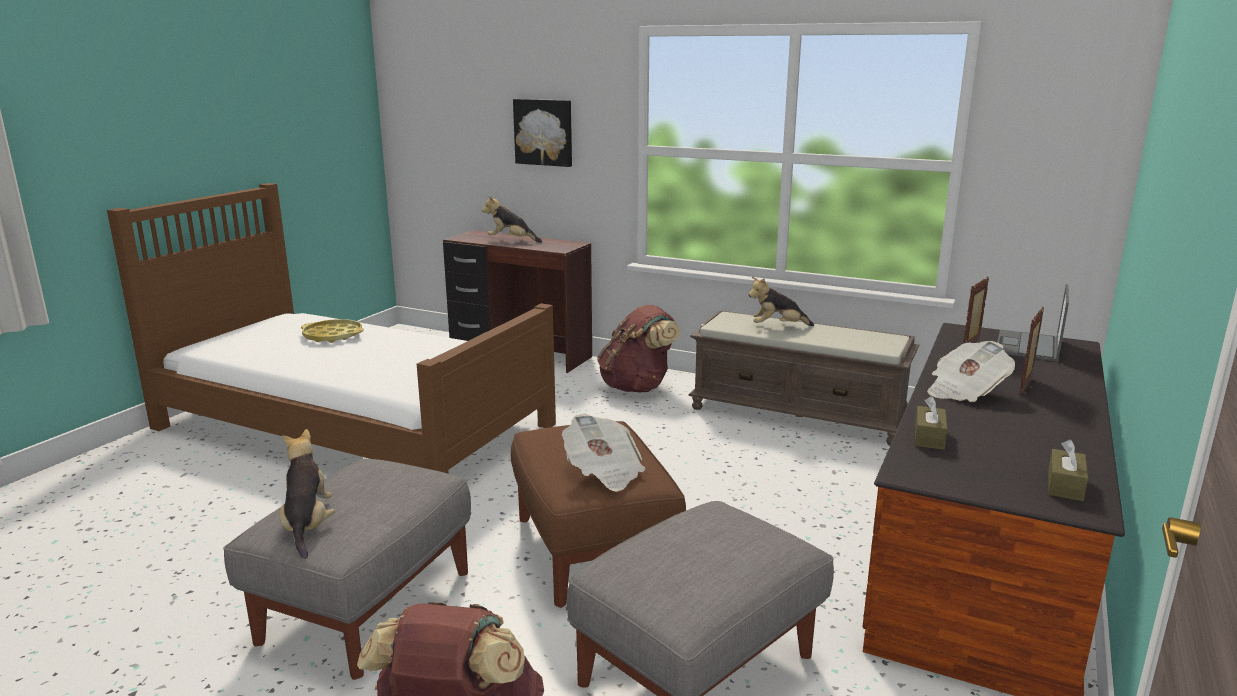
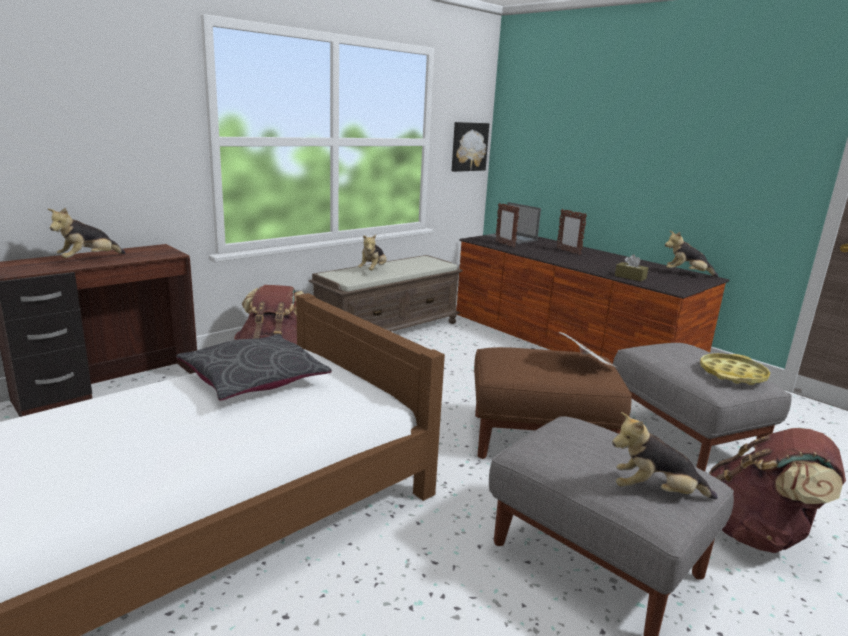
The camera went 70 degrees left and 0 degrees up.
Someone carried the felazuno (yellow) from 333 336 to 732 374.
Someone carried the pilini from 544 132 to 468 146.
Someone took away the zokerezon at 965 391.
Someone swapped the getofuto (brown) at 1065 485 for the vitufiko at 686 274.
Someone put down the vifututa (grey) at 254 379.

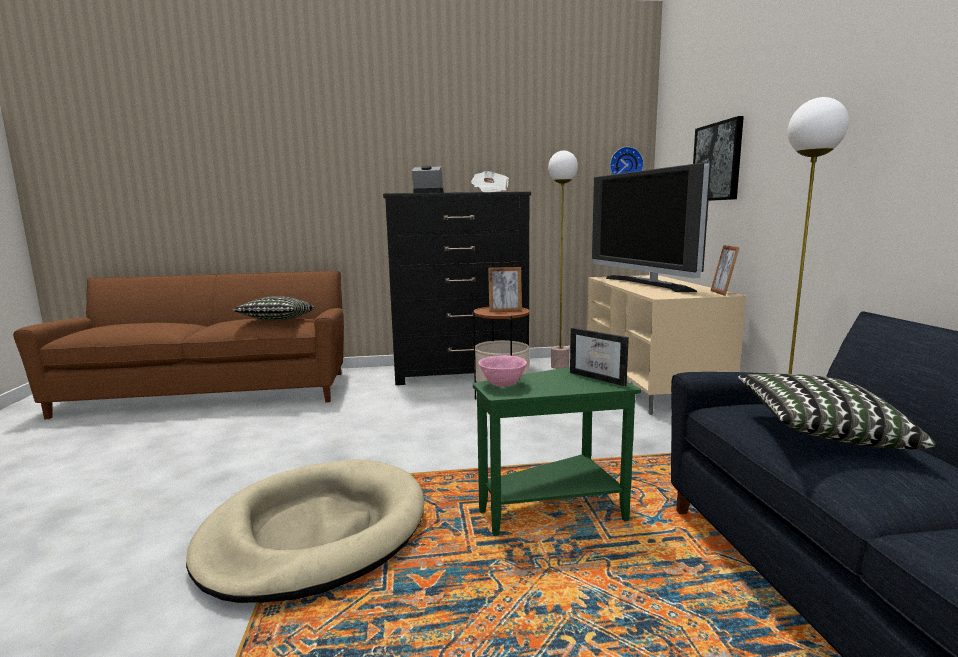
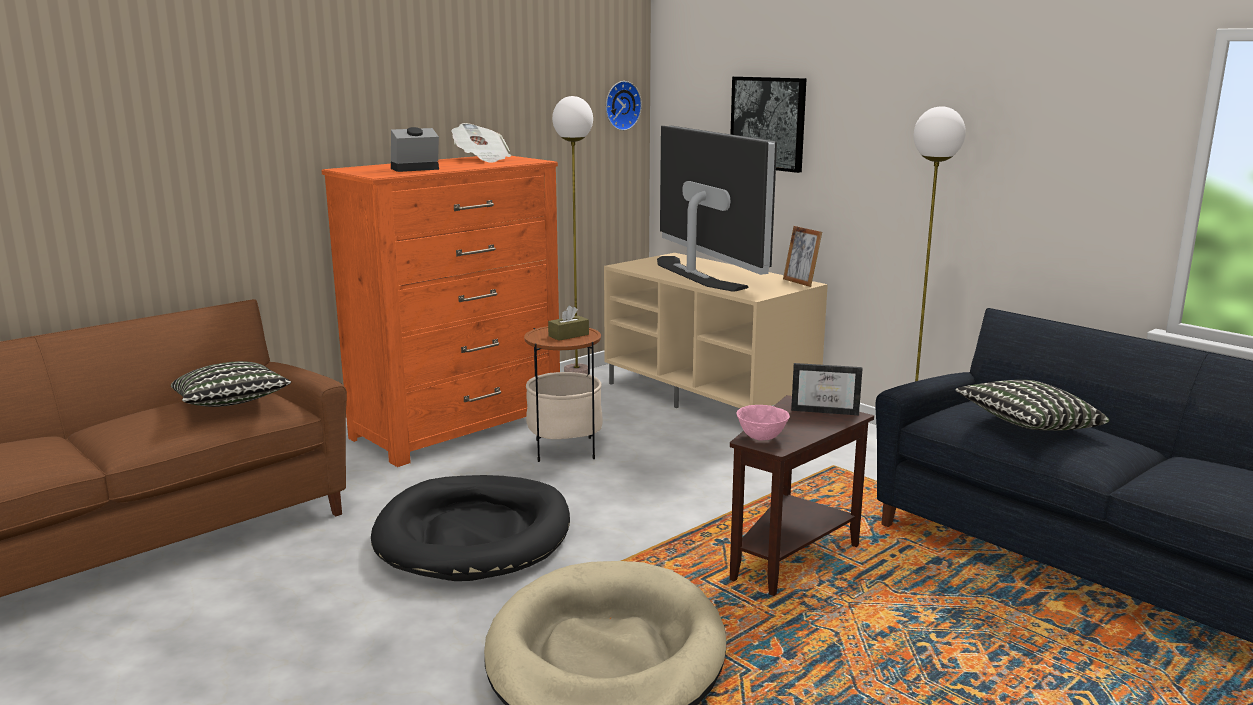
The camera went 35 degrees left and 5 degrees up.
Someone repainted the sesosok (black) at 460 372, which became the sesosok (orange) at 458 427.
Someone repainted the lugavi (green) at 555 510, which became the lugavi (brown) at 791 557.
Someone swapped the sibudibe at 505 311 for the getofuto (brown) at 568 335.
Someone rotated the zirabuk at 647 284 by 150 degrees counterclockwise.
Someone put down the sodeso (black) at 474 534.

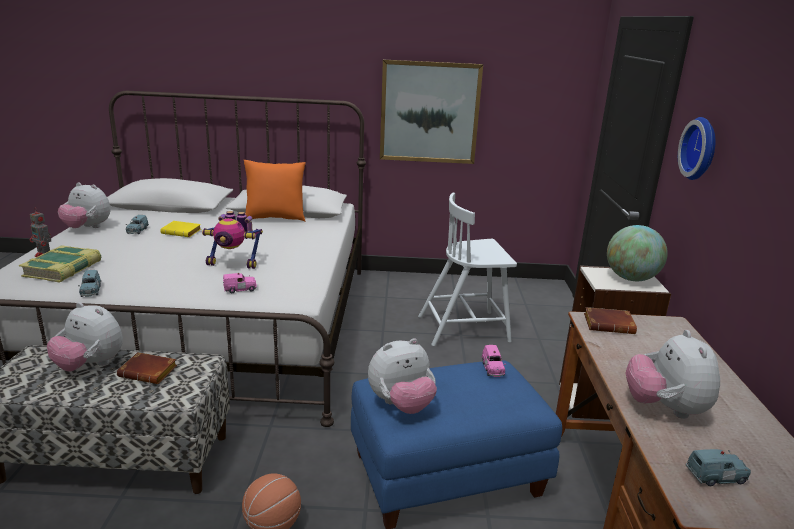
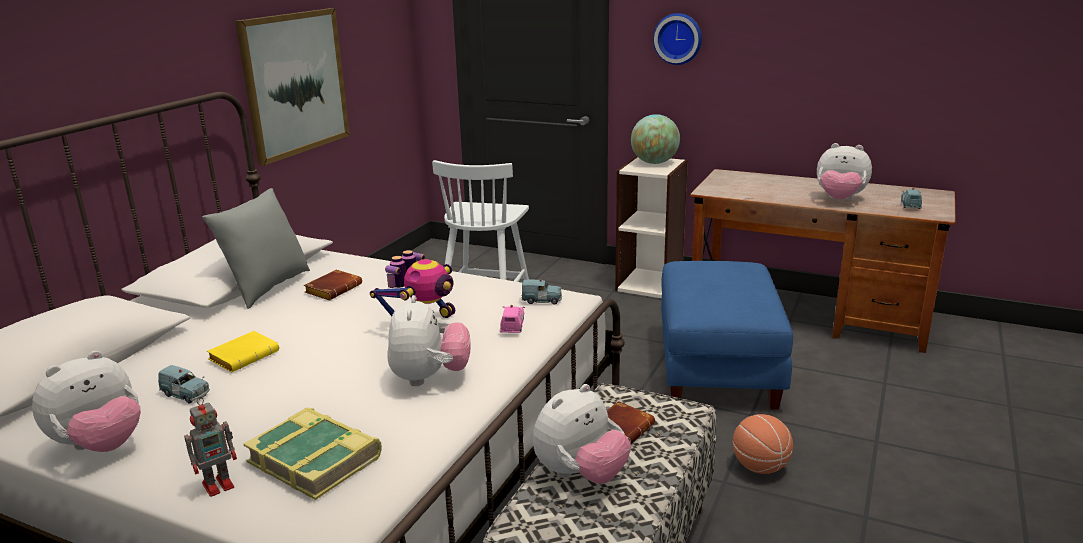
The camera went 65 degrees left and 0 degrees up.
Someone carried the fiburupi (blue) from 91 291 to 542 300.
Someone repainted the vifututa (orange) at 275 218, which became the vifututa (grey) at 267 288.
Someone carried the vitufiko from 401 405 to 430 378.
Someone took away the fiburupi (pink) at 492 369.
Someone carried the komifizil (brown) from 609 325 to 333 289.

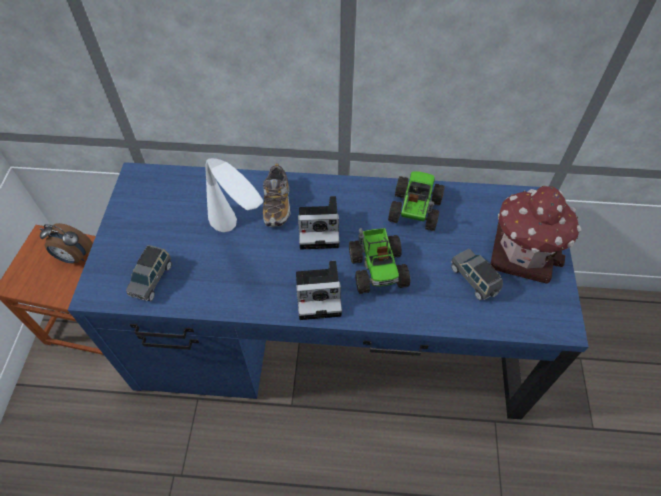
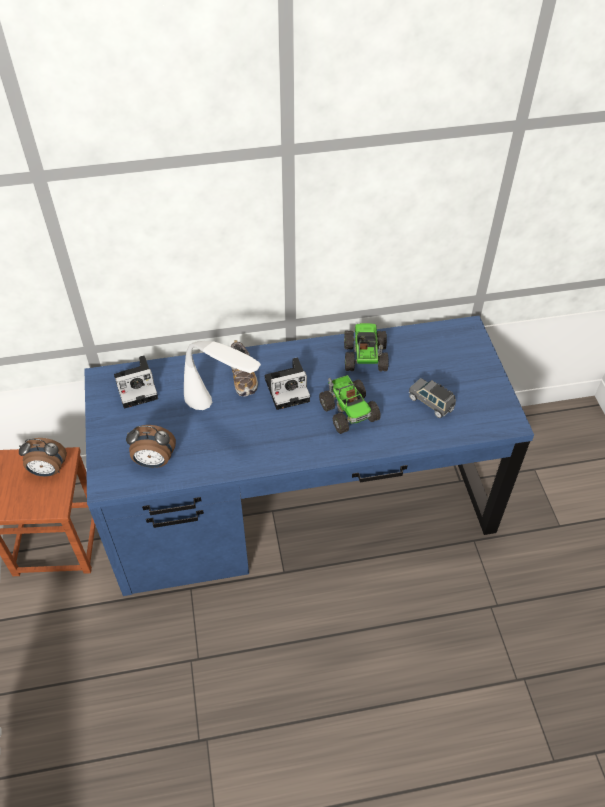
The camera went 15 degrees left and 5 degrees down.
Someone swapped the fiburupi (grey) at 152 279 for the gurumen at 154 462.
Someone carried the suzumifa from 320 294 to 138 387.
Someone took away the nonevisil at 523 251.

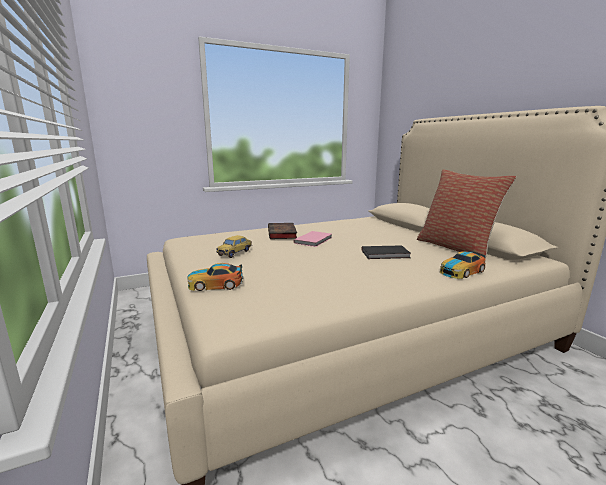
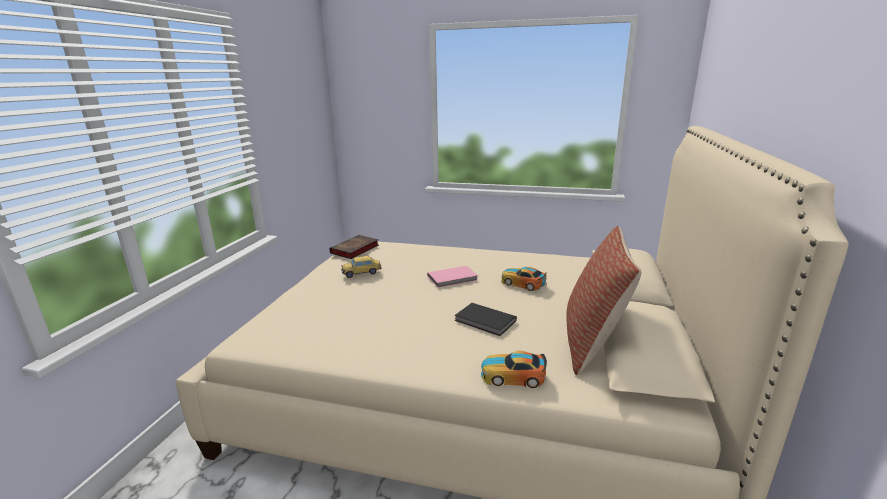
The camera went 40 degrees right and 5 degrees up.
Someone carried the fiburupi from 215 284 to 522 283.
Someone carried the komifizil from 282 234 to 354 250.

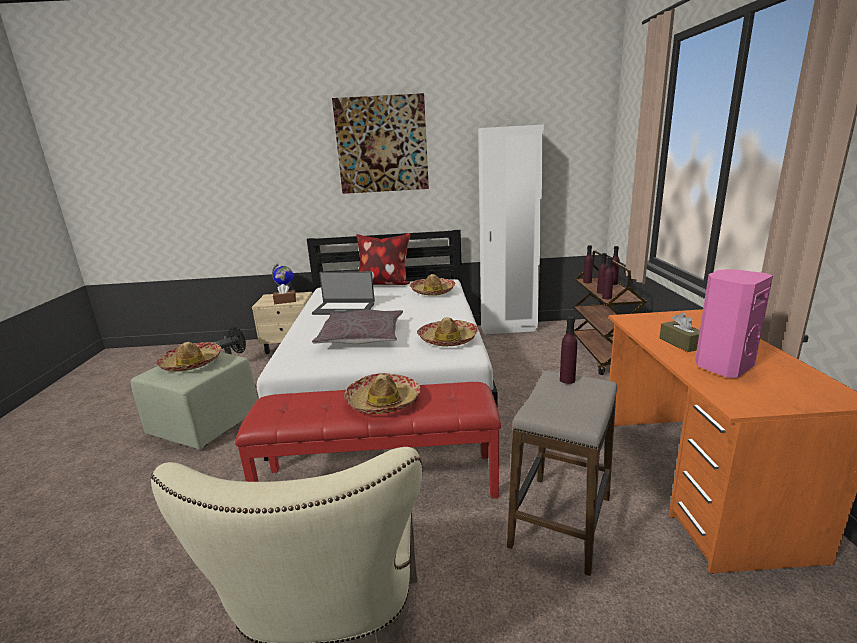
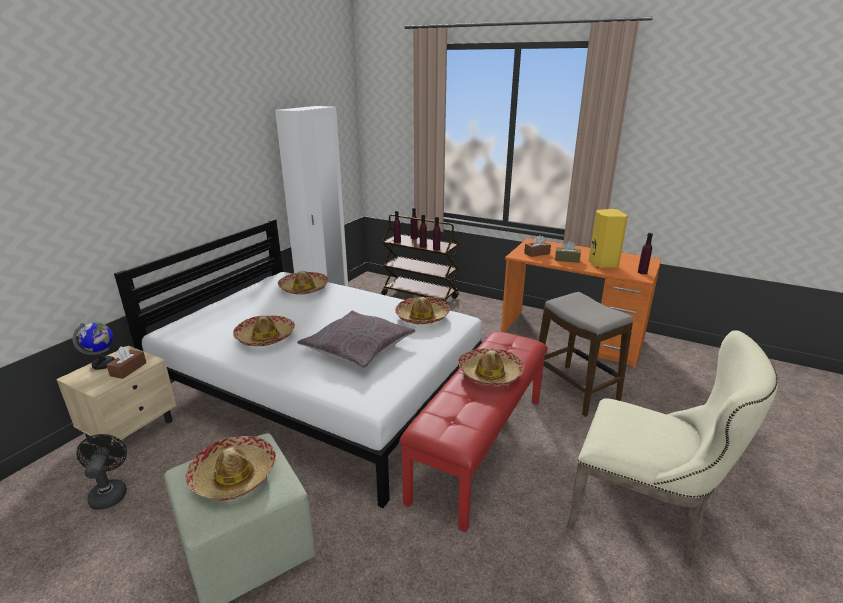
The camera went 60 degrees left and 5 degrees up.
Someone swapped the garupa at 344 309 for the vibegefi at 265 337.
Someone took away the pilini at 382 145.
Someone took away the vifututa at 384 284.
Someone carried the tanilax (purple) from 567 380 to 642 272.
Someone repainted the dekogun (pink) at 722 366, which became the dekogun (yellow) at 602 263.
Someone put down the getofuto (brown) at 537 253.

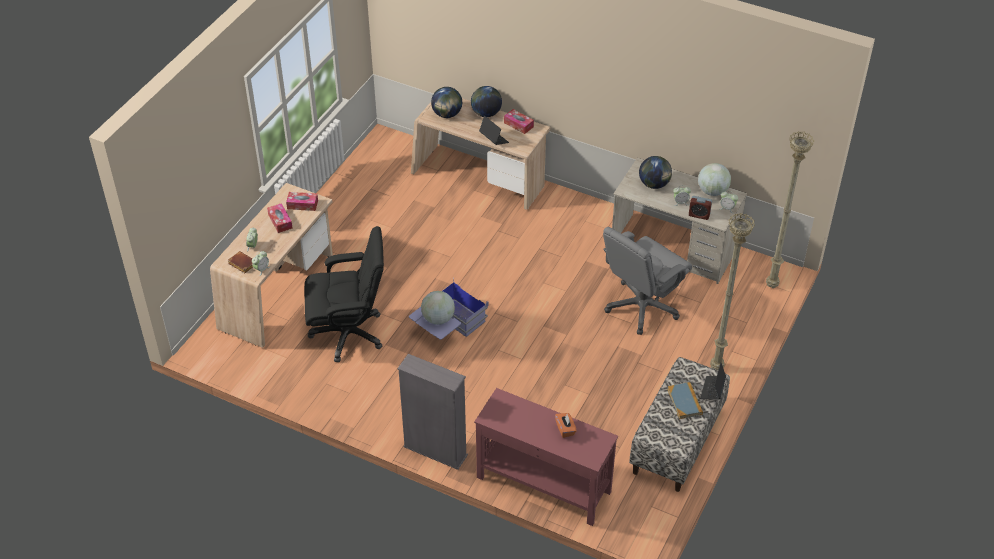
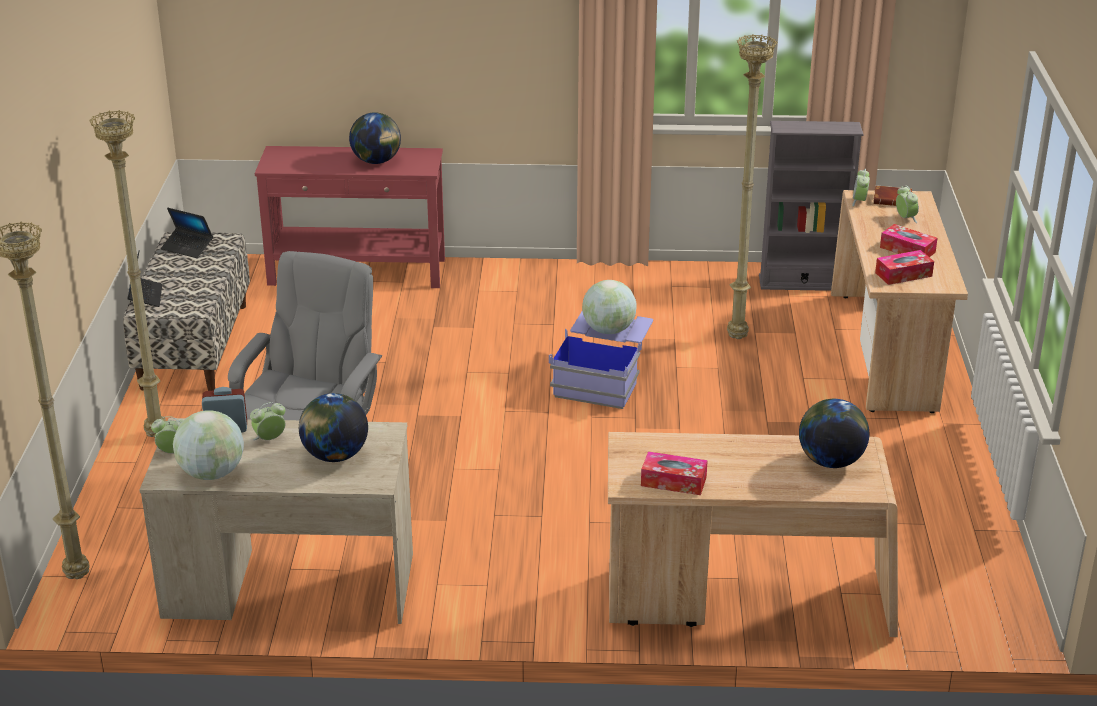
The camera went 155 degrees right and 15 degrees down.
Someone swapped the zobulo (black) at 349 333 for the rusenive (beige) at 736 337.
Someone carried the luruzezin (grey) from 435 451 to 802 283.
Someone carried the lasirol from 486 113 to 376 161.
Someone carried the garupa from 493 139 to 187 247.
Someone took away the getofuto (orange) at 565 429.
Someone took away the komifizil at 684 402.

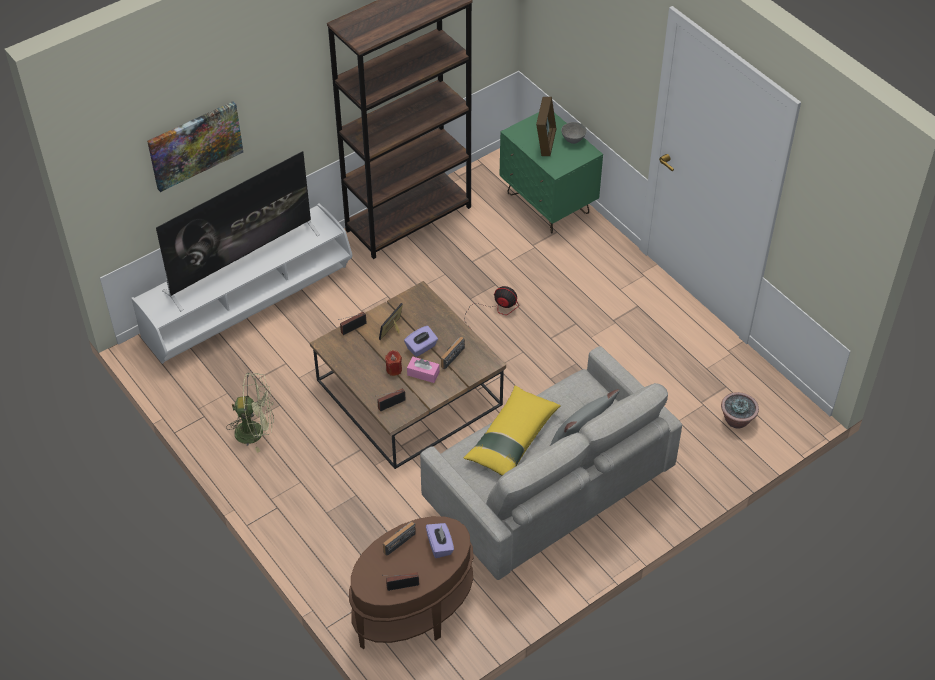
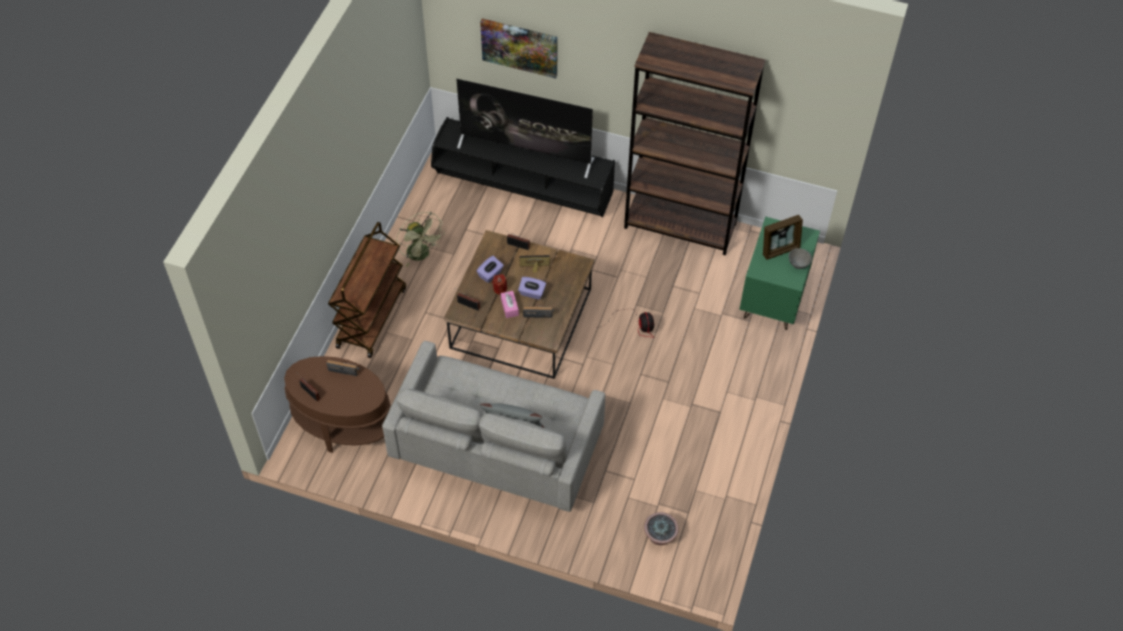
The camera went 55 degrees right and 5 degrees up.
Someone repainted the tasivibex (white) at 249 306, which became the tasivibex (black) at 523 187.
Someone carried the getofuto (purple) from 440 546 to 490 274.
Someone took away the vifututa (yellow) at 512 439.
Someone put down the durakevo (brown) at 371 317.

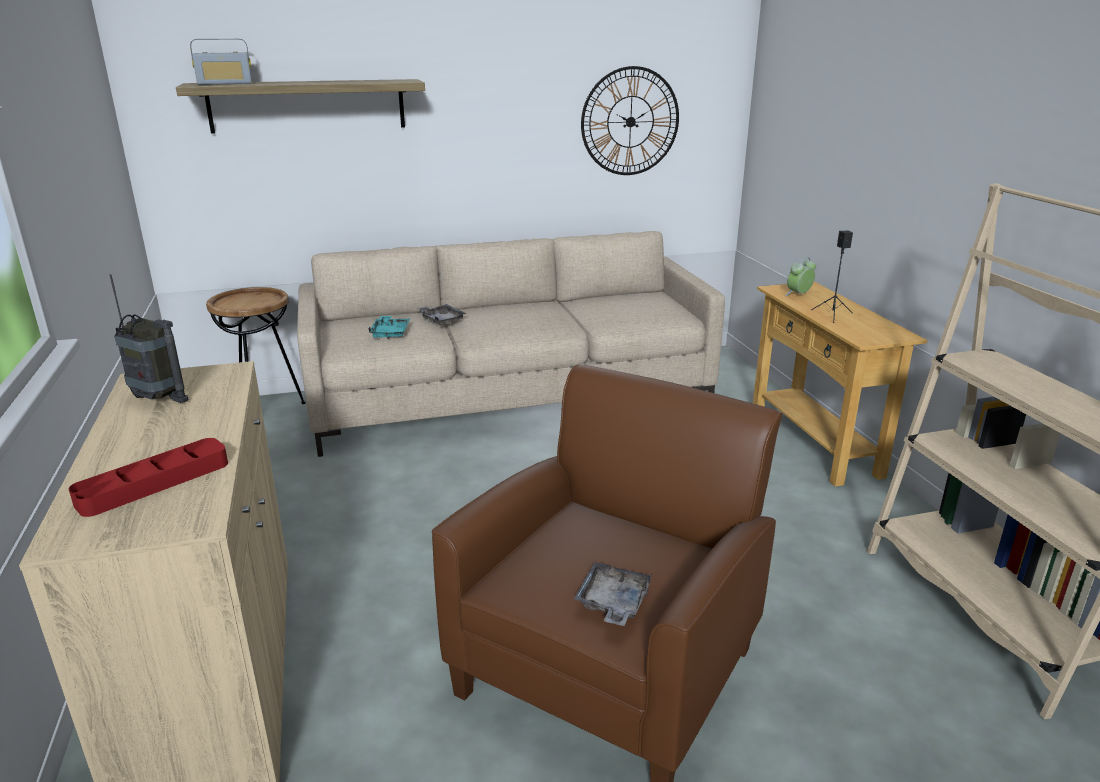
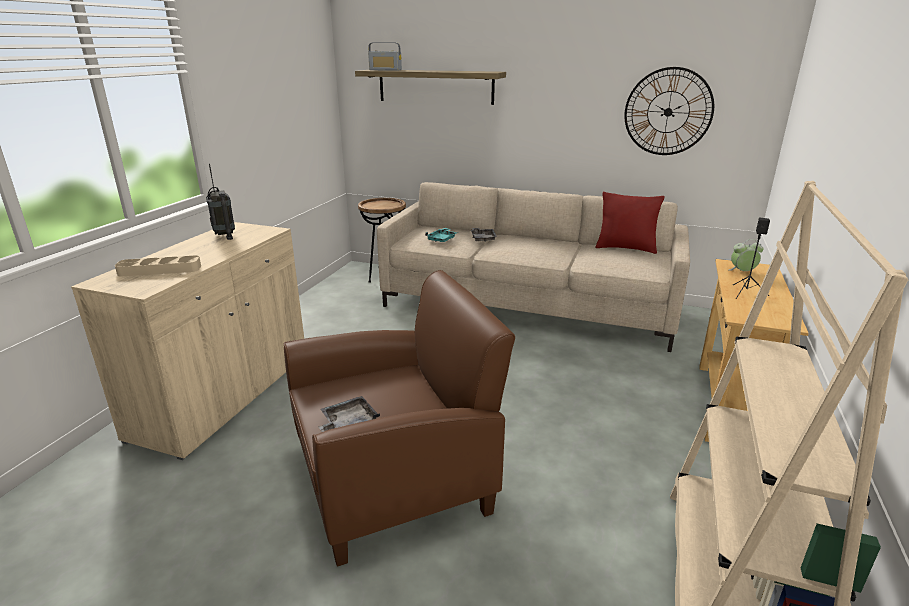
The camera went 35 degrees right and 0 degrees up.
Someone repainted the felazuno (red) at 154 483, which became the felazuno (beige) at 160 270.
Someone put down the vifututa (red) at 625 248.

